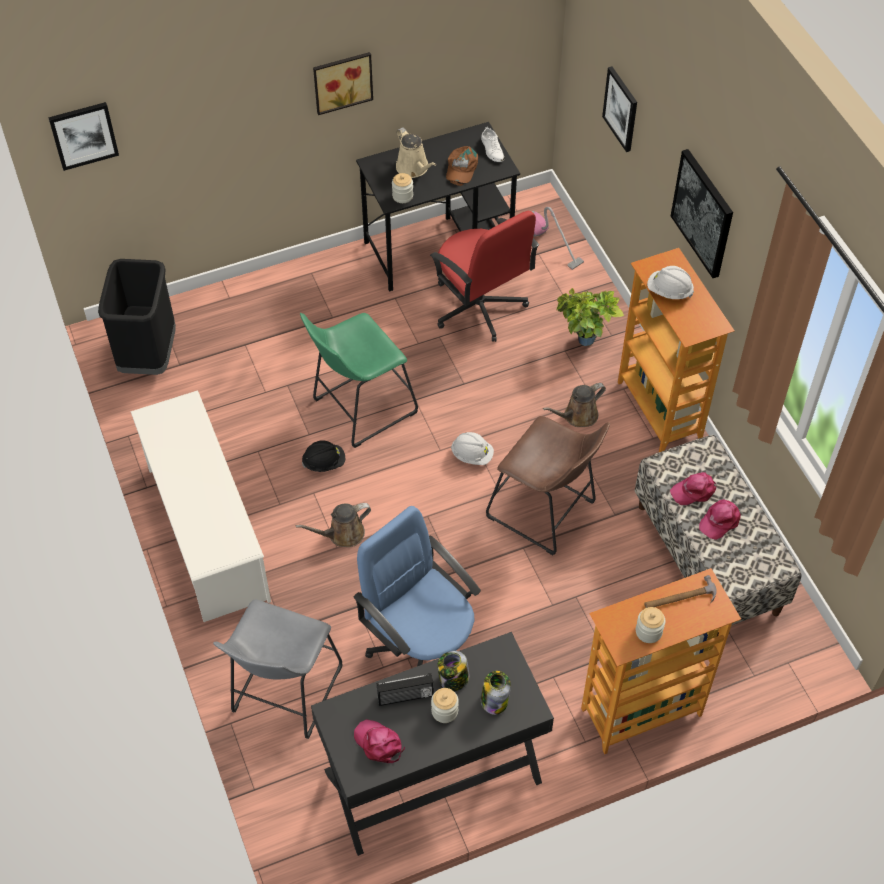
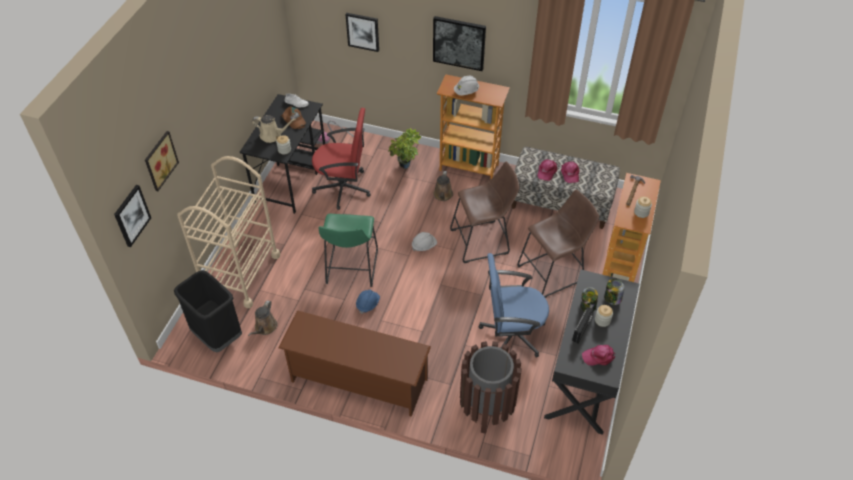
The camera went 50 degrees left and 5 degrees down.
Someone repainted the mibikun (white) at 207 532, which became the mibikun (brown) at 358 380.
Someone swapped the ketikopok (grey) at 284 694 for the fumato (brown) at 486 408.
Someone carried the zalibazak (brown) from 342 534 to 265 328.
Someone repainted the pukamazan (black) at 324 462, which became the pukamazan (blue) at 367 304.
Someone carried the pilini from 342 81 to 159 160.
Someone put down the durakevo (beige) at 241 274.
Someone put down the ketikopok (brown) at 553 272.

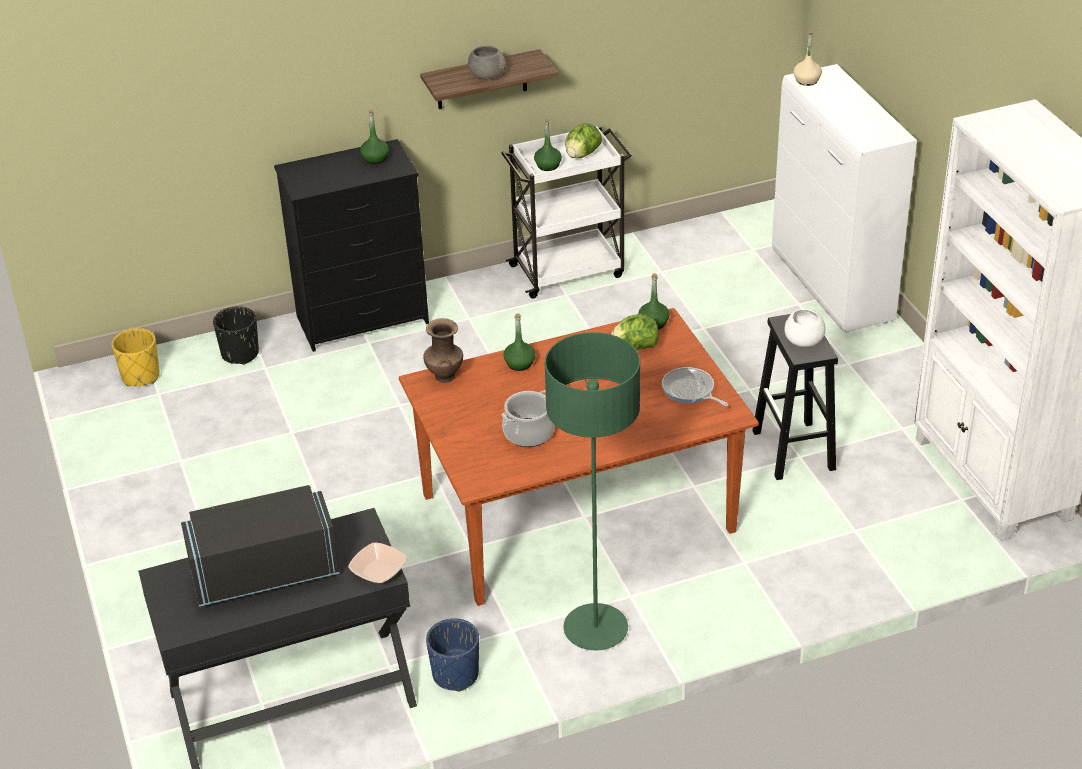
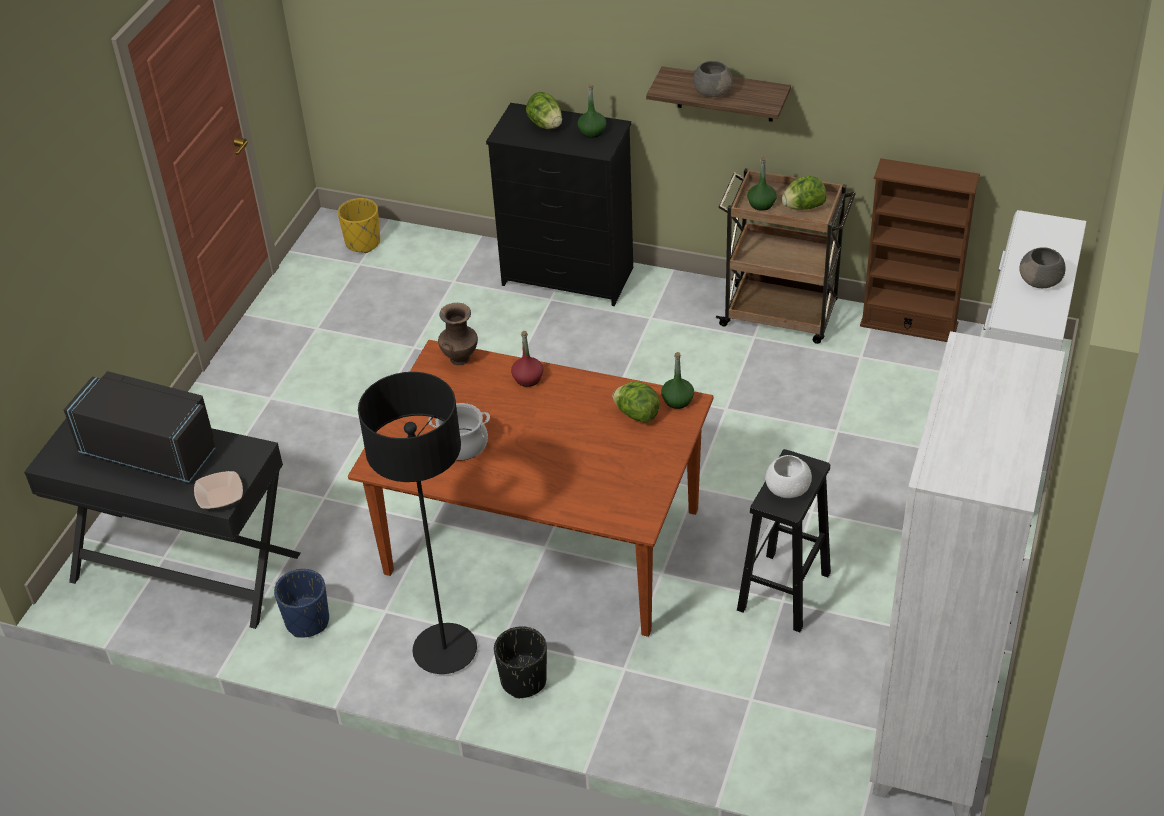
The camera went 40 degrees right and 5 degrees up.
Someone carried the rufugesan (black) from 240 354 to 523 680.
Someone repainted the durakevo (white) at 569 270, which became the durakevo (brown) at 781 315.
Someone repainted the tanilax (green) at 520 363, which became the tanilax (red) at 528 379.
Someone repainted the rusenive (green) at 595 629, which became the rusenive (black) at 445 651.
Someone took away the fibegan at 690 391.
Someone took away the tanilax (beige) at 807 80.
Someone put down the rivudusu at 545 125.
Someone put down the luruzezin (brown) at 909 324.
Someone put down the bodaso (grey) at 1040 281.

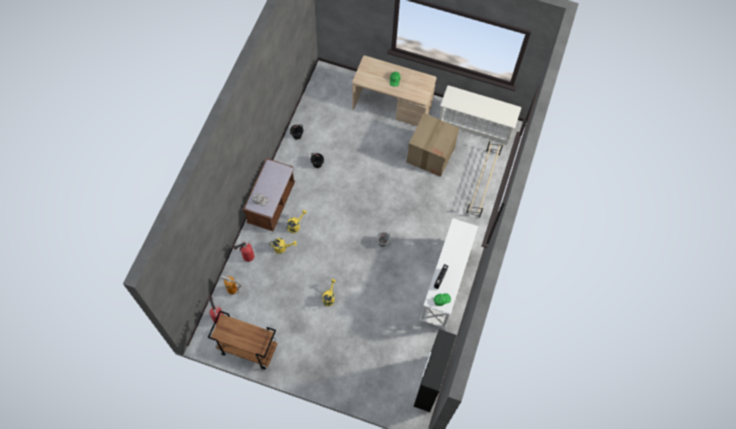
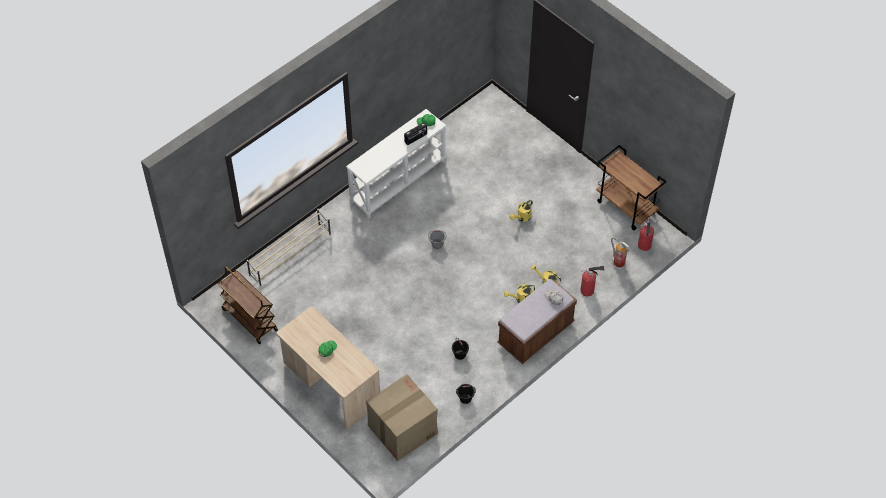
The camera went 150 degrees left and 10 degrees down.
Someone carried the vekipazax from 430 154 to 402 430.
Someone took away the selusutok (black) at 429 383.
Someone swapped the mibikun (white) at 475 124 for the durakevo (brown) at 249 319.

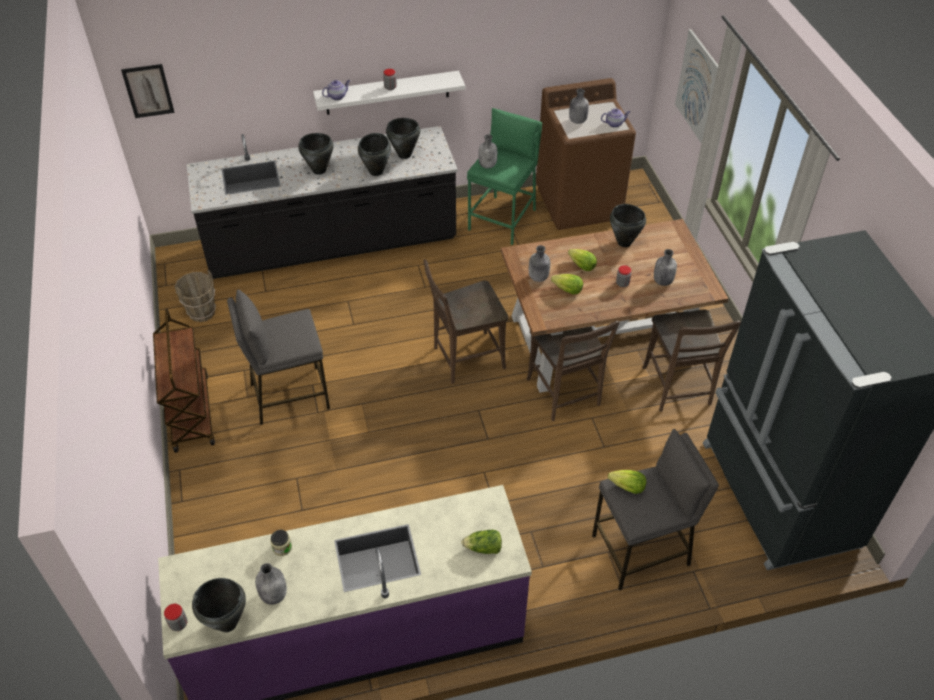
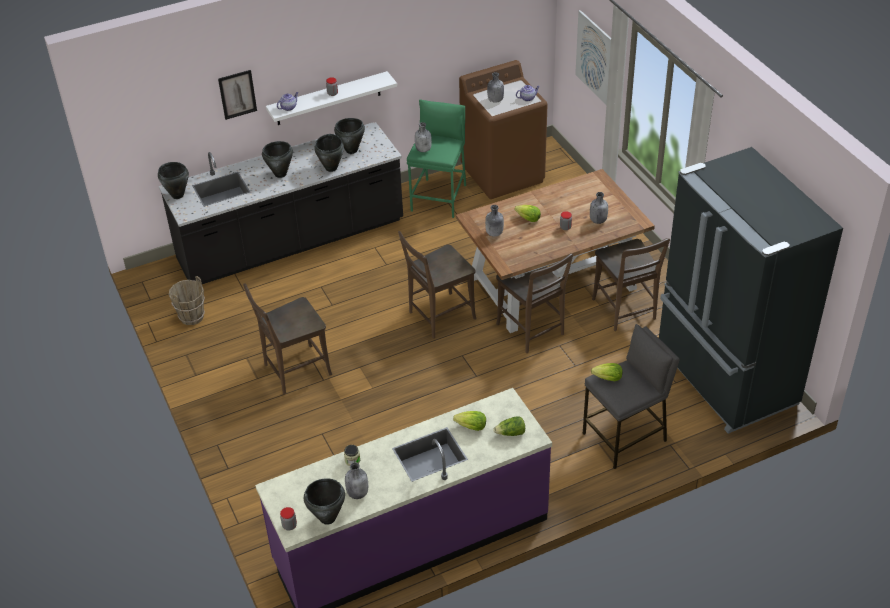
The camera went 10 degrees left and 5 degrees down.
Someone carried the pilini from 148 91 to 237 94.
Someone took away the durakevo (brown) at 191 412.
Someone swapped the ketikopok (grey) at 289 395 for the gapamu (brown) at 294 371.
Someone carried the rivudusu from 567 290 to 471 427.
Someone carried the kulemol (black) from 624 242 to 177 195.

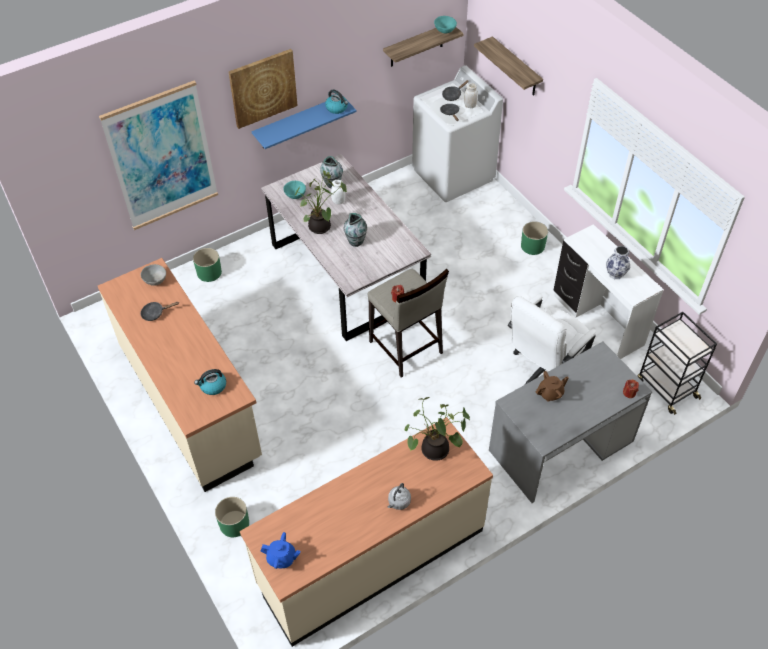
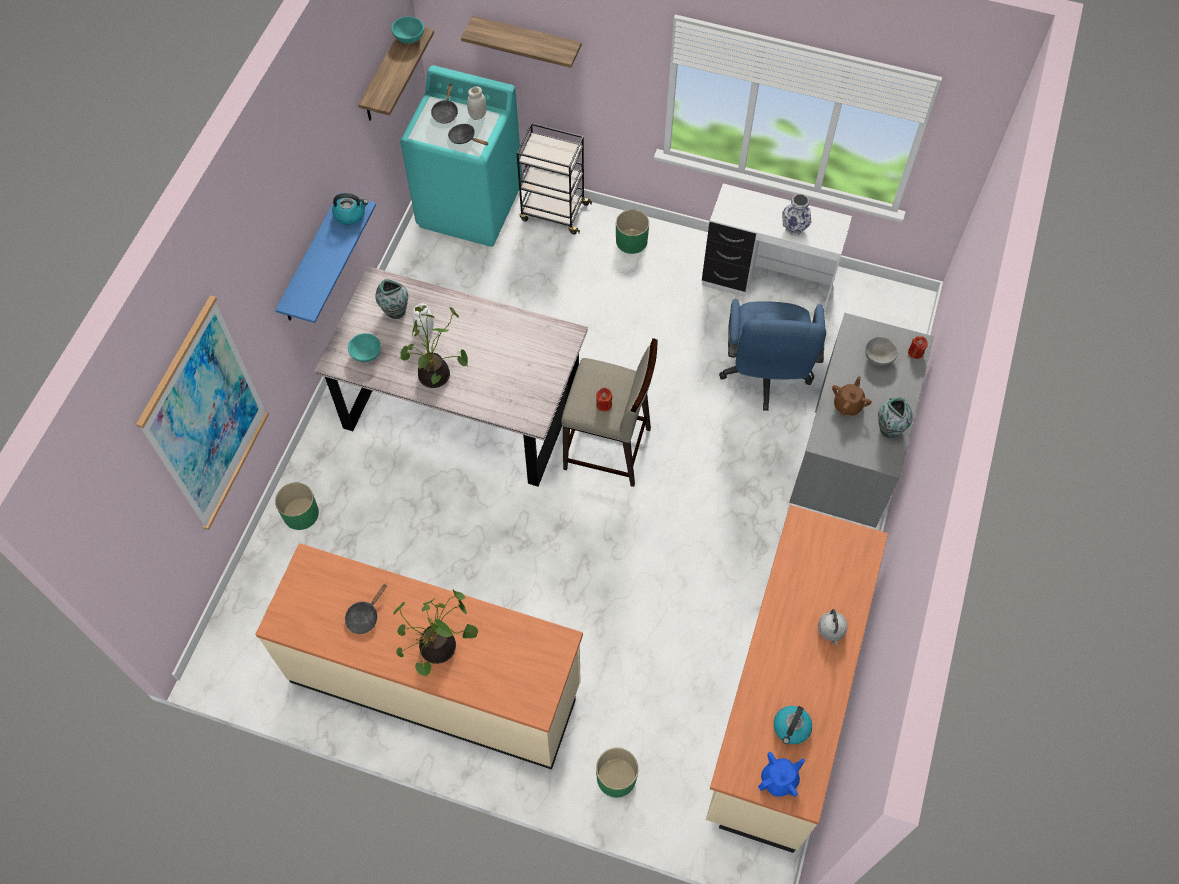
The camera went 40 degrees left and 10 degrees up.
Someone carried the bodaso (grey) from 155 280 to 878 357.
Someone carried the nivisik from 213 386 to 791 728.
Someone took away the pilini at 263 88.
Someone carried the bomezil from 356 241 to 889 428.
Someone carried the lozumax from 434 452 to 438 650.
Someone repainted the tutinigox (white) at 453 175, which became the tutinigox (turquoise) at 470 206.
Someone repainted the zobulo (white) at 544 370, which became the zobulo (blue) at 765 376.
Someone carried the durakevo (black) from 666 388 to 553 212.

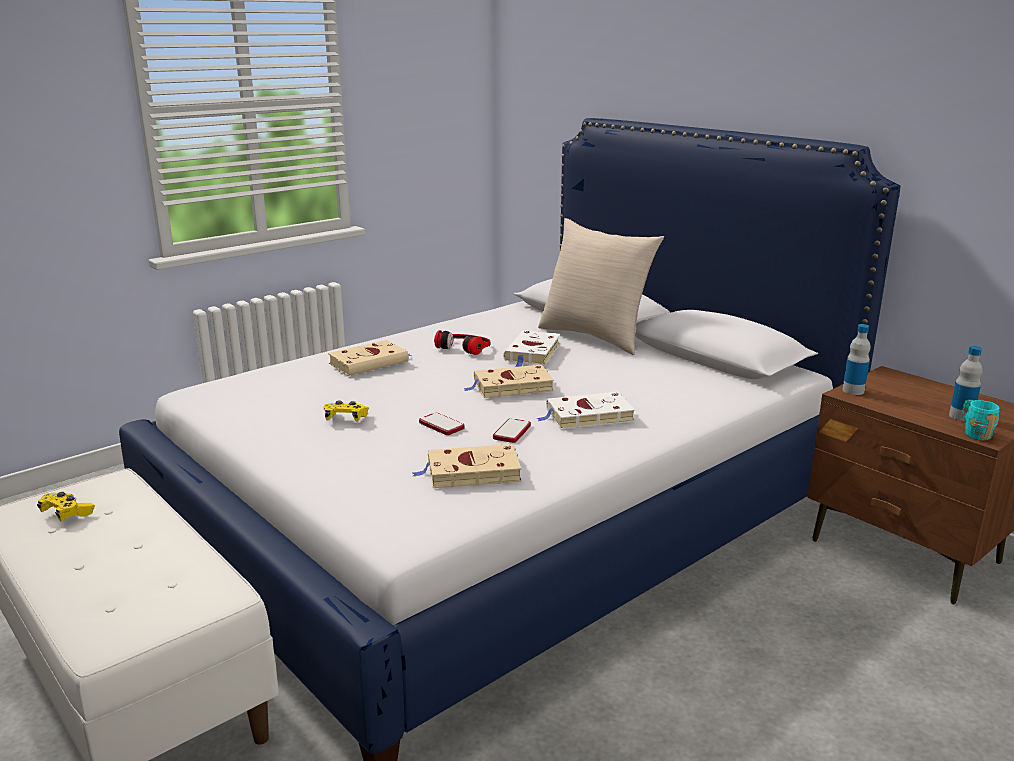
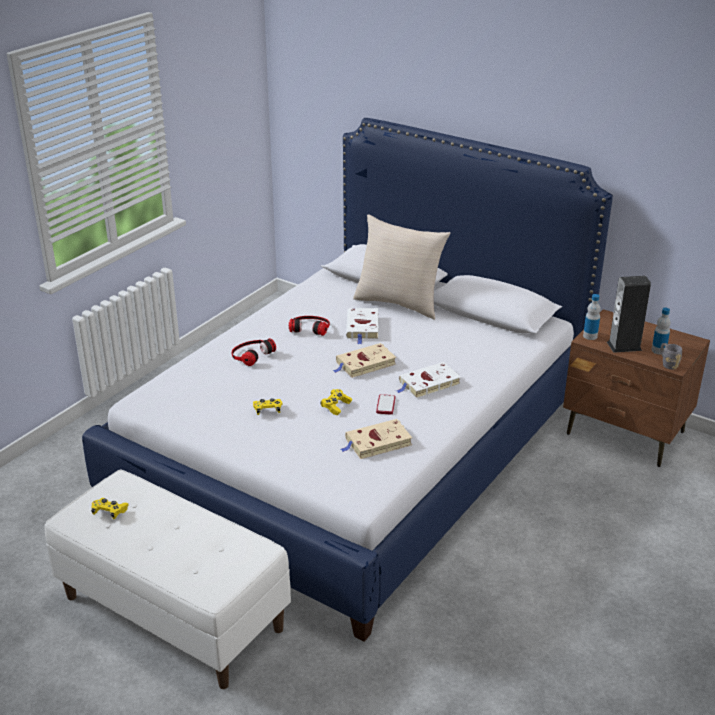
The camera went 15 degrees left and 10 degrees up.
Someone swapped the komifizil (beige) at 370 362 for the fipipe at 251 354.
Someone swapped the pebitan at 441 425 for the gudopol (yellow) at 336 406.
Someone repainted the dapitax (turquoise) at 974 433, which became the dapitax (grey) at 667 364.
Someone put down the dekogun at 624 346.

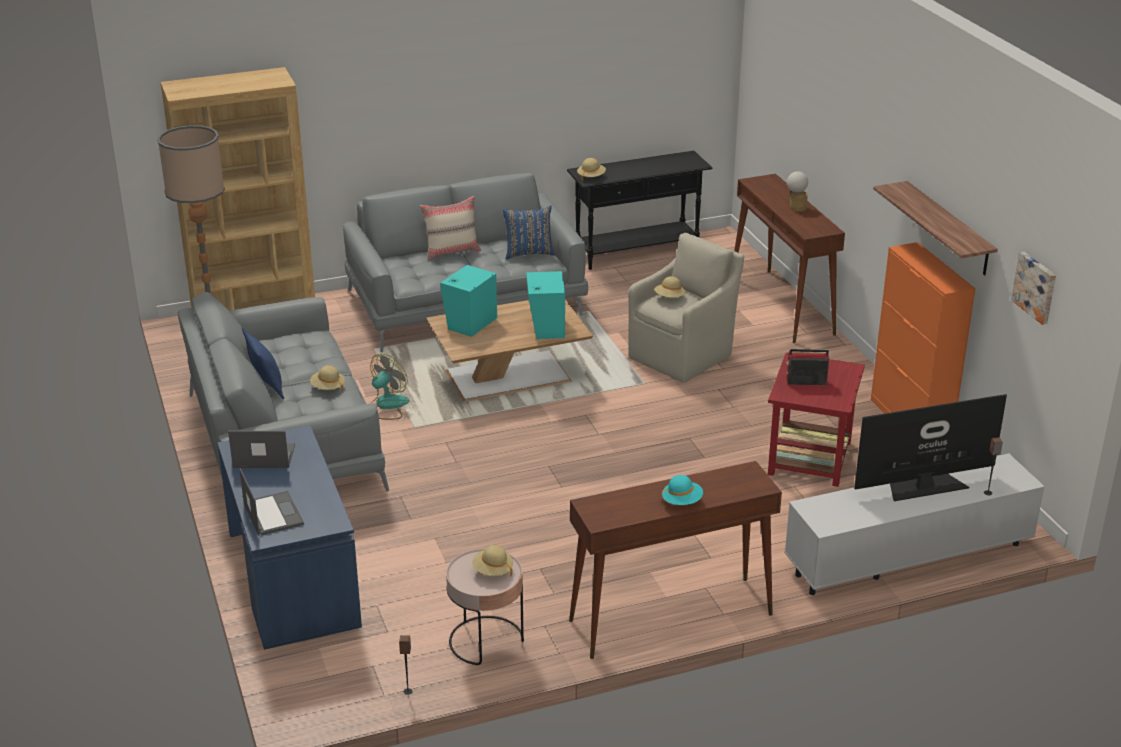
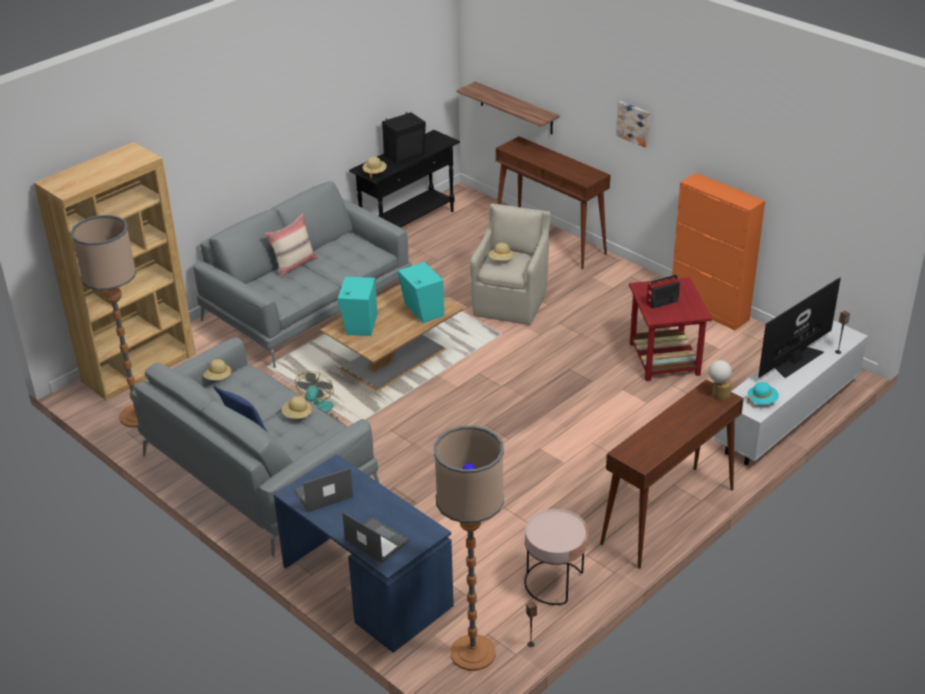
The camera went 25 degrees left and 5 degrees up.
Someone carried the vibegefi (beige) from 492 571 to 217 377.
Someone took away the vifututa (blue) at 528 253.
Someone carried the vibegefi (turquoise) from 682 501 to 762 400.
Someone carried the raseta from 796 207 to 718 394.
Someone carried the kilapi from 948 229 to 516 108.
Someone carried the pilini from 1036 287 to 634 123.
Someone put down the dekogun (black) at 405 155.
Someone put down the rusenive at 472 653.

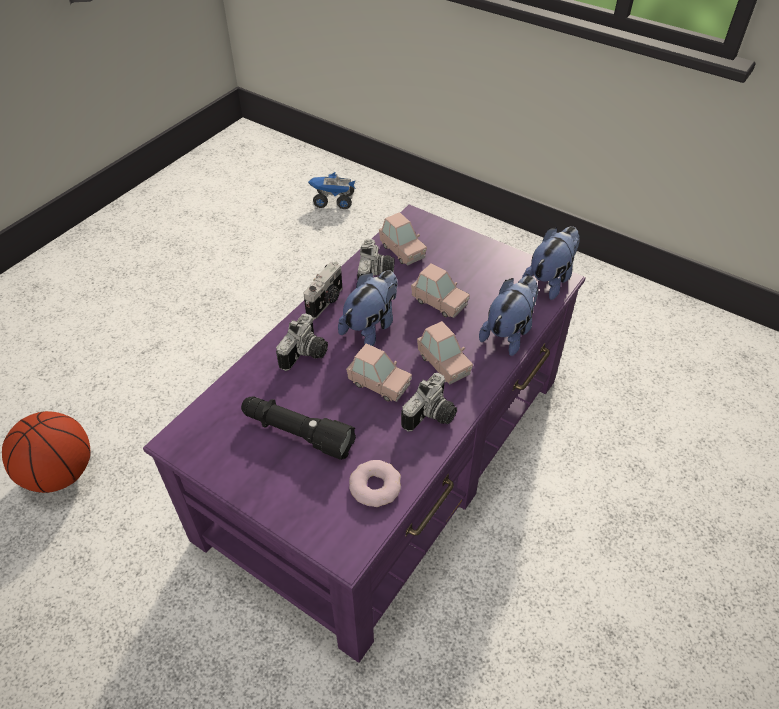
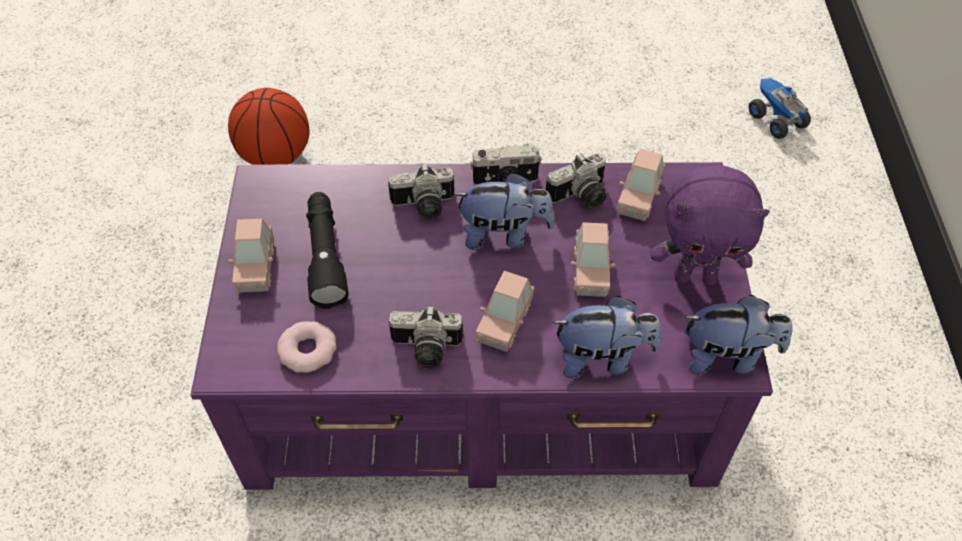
The camera went 55 degrees right and 5 degrees up.
Someone carried the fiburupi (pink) from 379 384 to 256 267.
Someone put down the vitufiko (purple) at 695 276.

